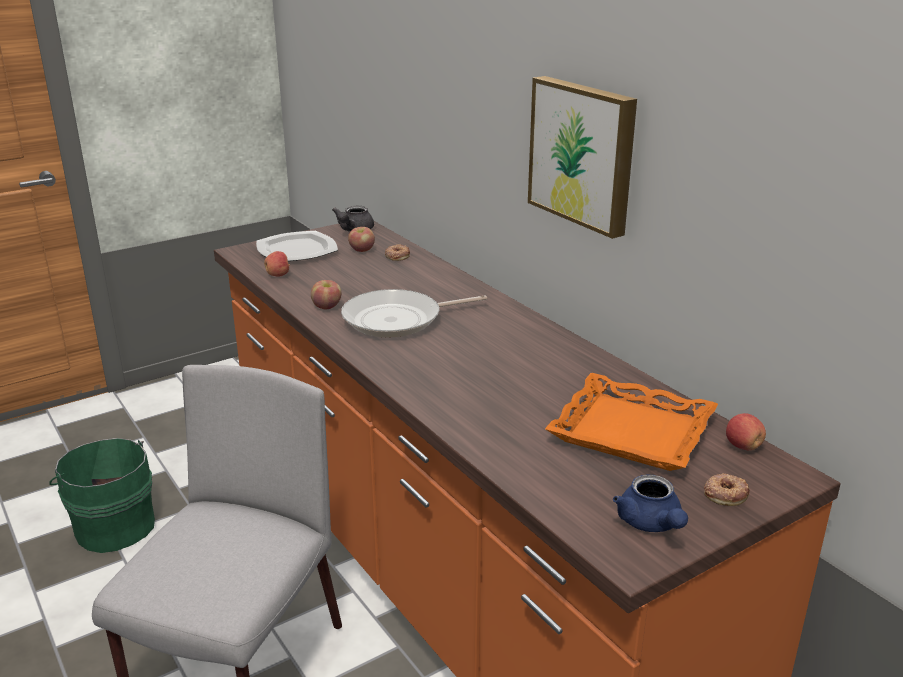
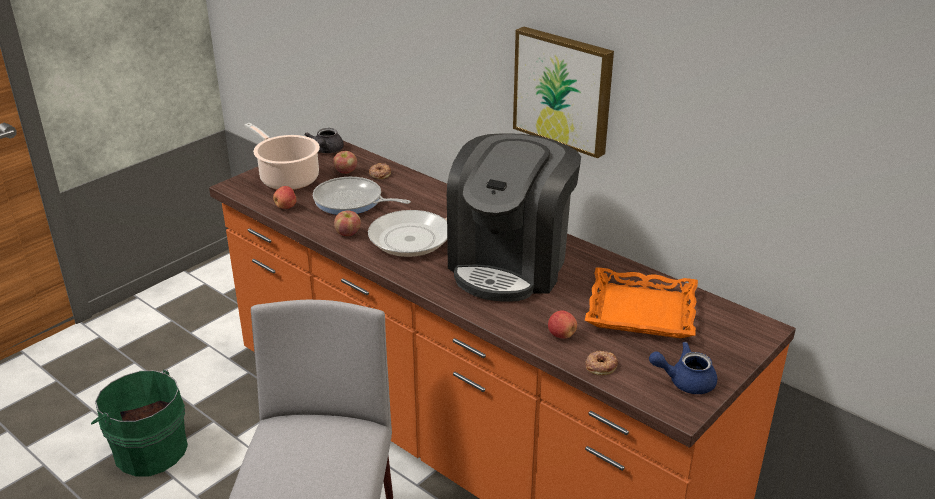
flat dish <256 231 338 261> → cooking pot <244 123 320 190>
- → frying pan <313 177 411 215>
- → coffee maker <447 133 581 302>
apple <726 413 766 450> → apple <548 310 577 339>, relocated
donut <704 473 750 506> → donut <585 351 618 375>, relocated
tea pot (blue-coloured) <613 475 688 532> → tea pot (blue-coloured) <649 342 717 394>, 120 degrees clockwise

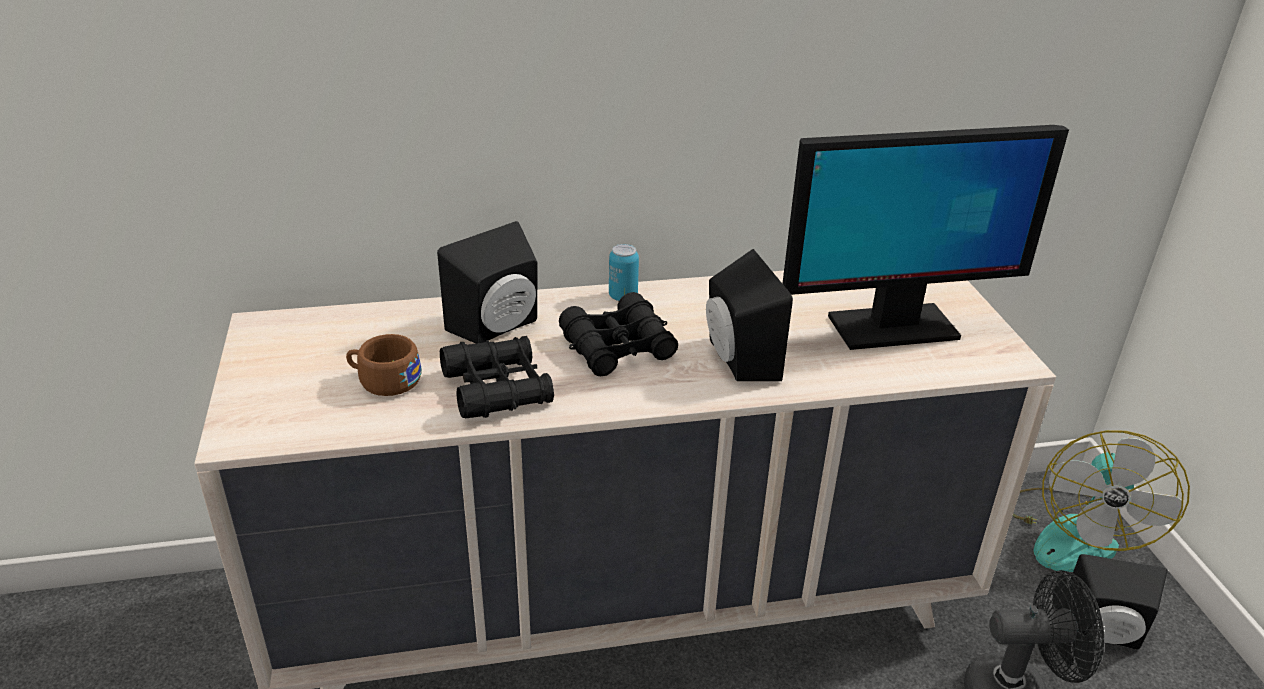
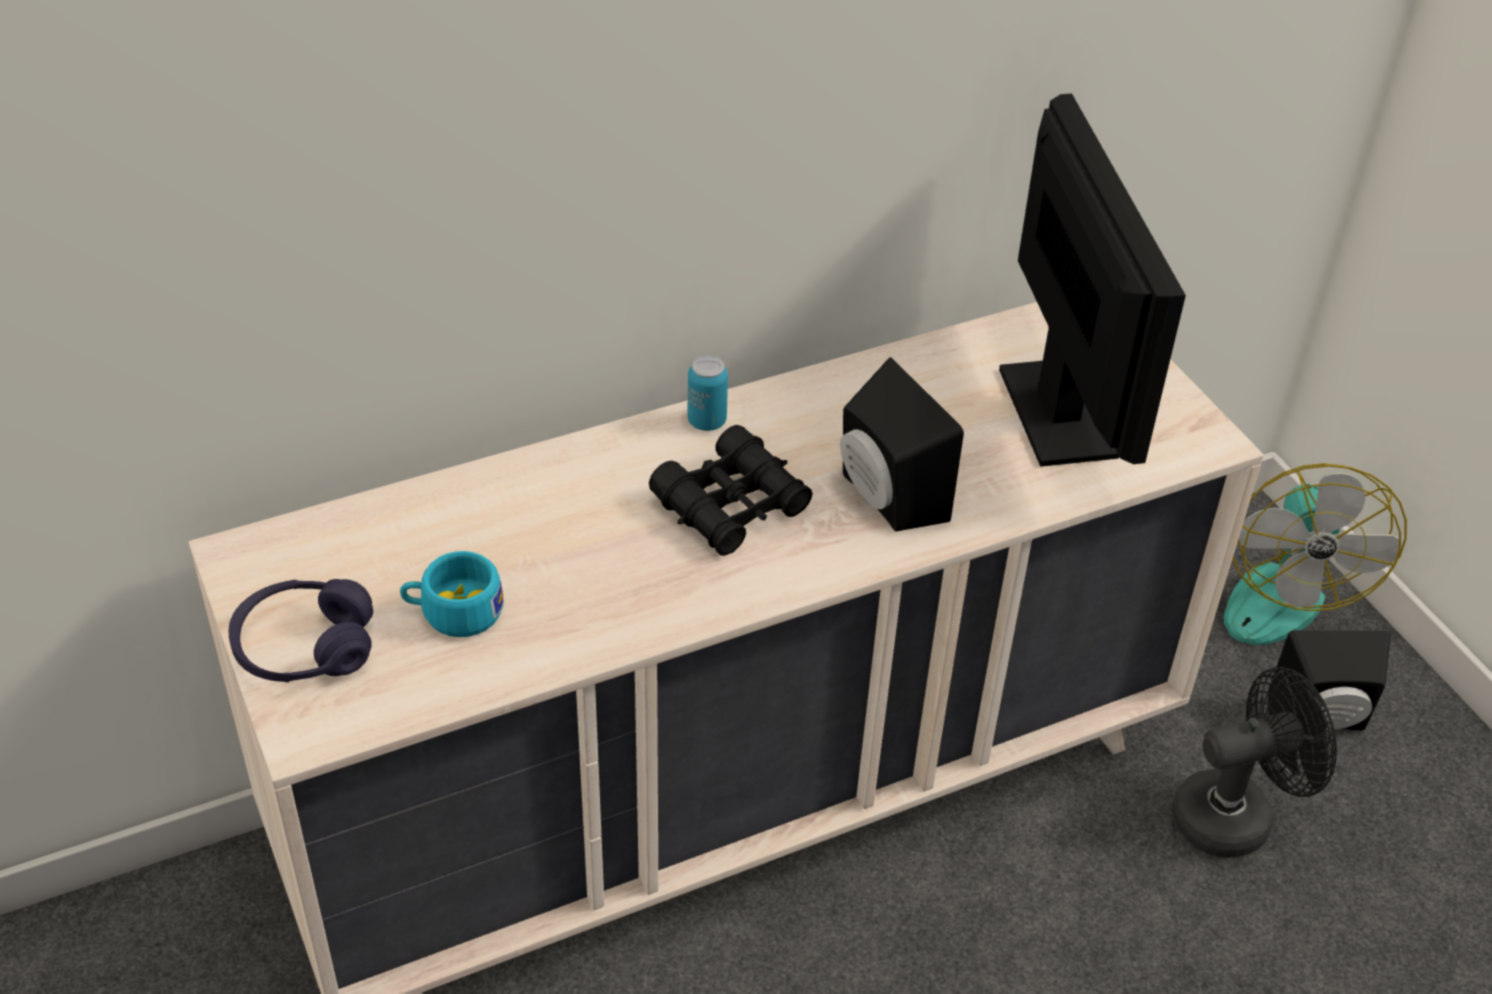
- → headphones (purple-coloured) <228 579 373 682>
cup (brown-coloured) <346 334 421 396> → cup (blue-green) <400 551 504 637>
monitor <782 125 1069 350> → monitor <999 94 1186 467>, 75 degrees counterclockwise
audio speaker (black) <437 221 537 343> → -
binoculars (black) <440 336 554 418> → -

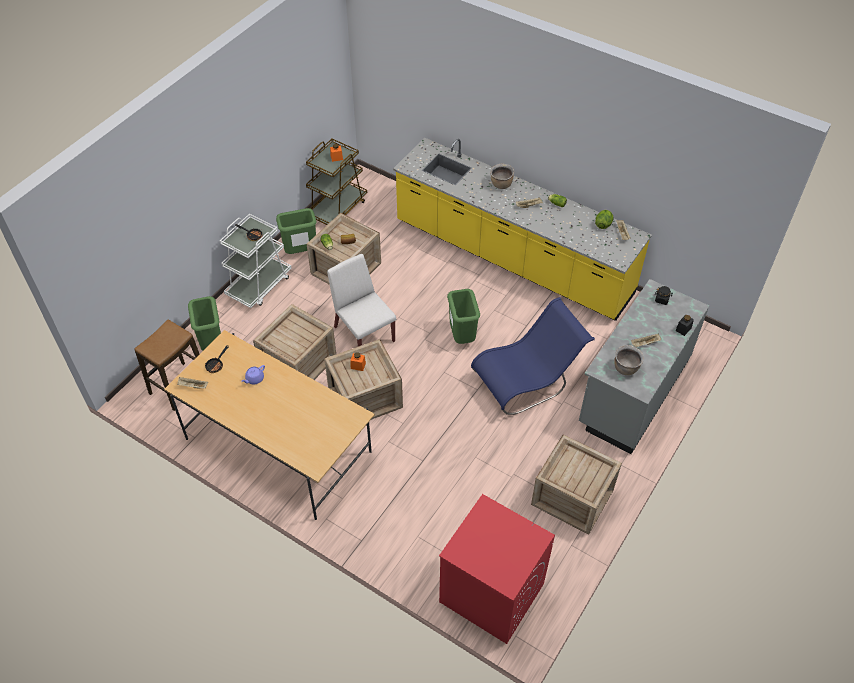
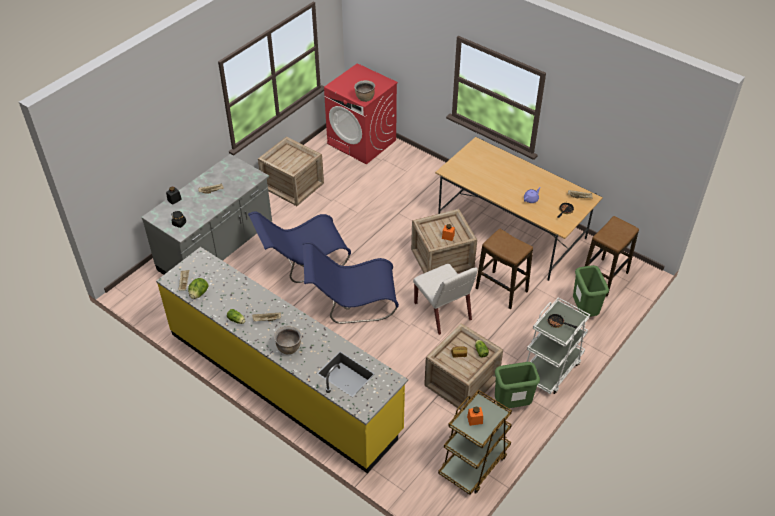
waste bin (greenish) <447 289 480 344> → plain chair (blue-coloured) <302 242 399 324>
cooking pot (brown-coloured) <614 345 644 375> → cooking pot (brown-coloured) <354 80 375 102>, relocated
crate <253 304 336 380> → stool seat <476 229 533 309>

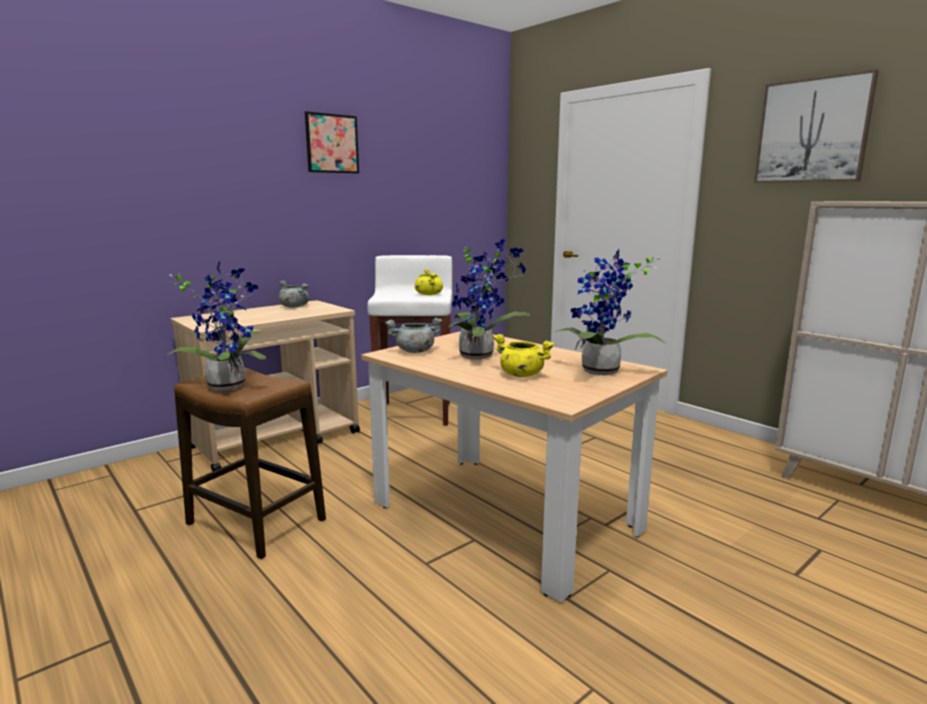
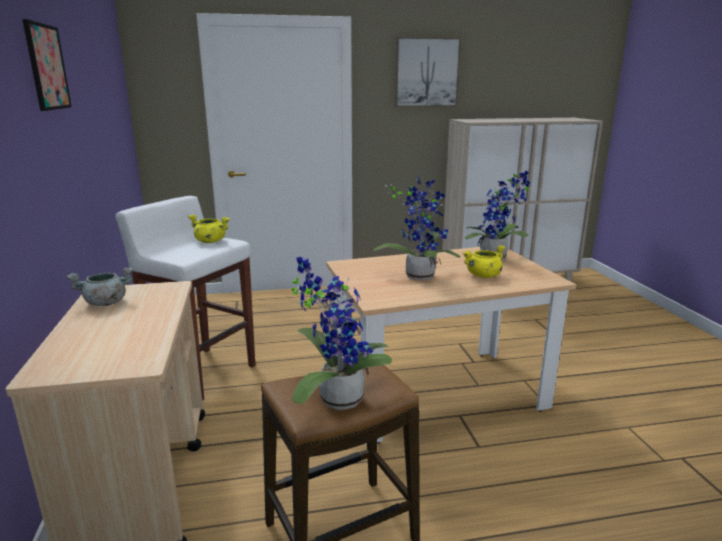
cooking pot (gray) <385 318 442 353> → -

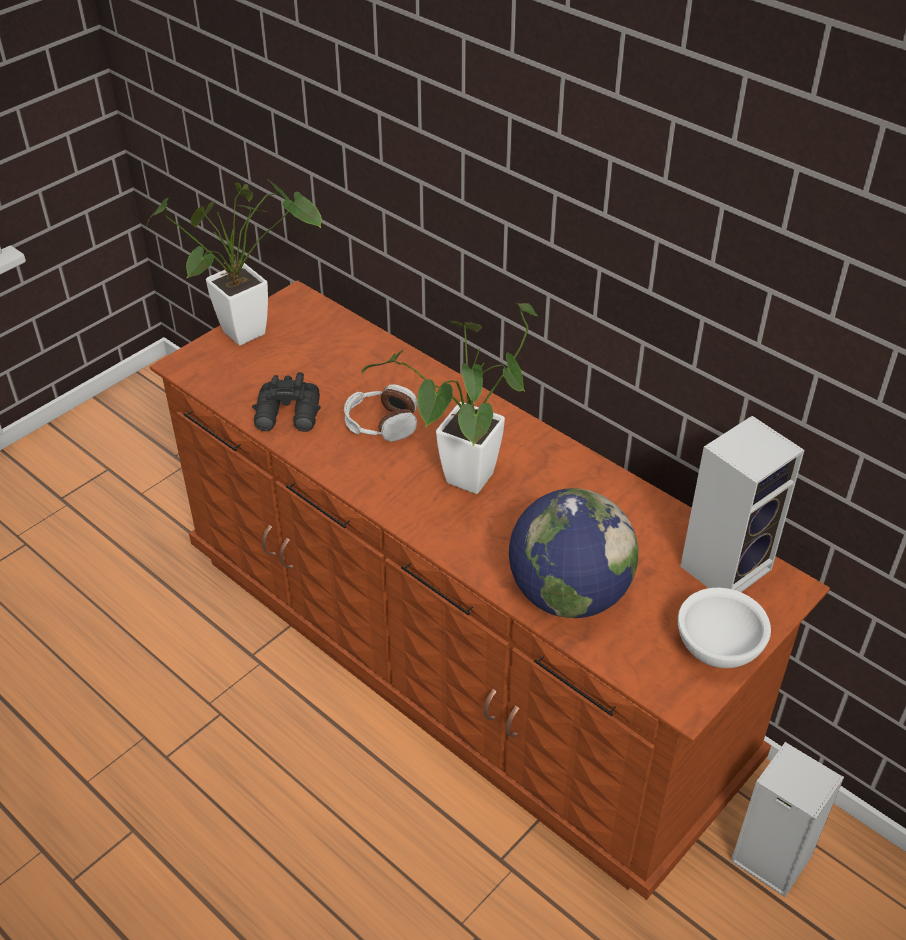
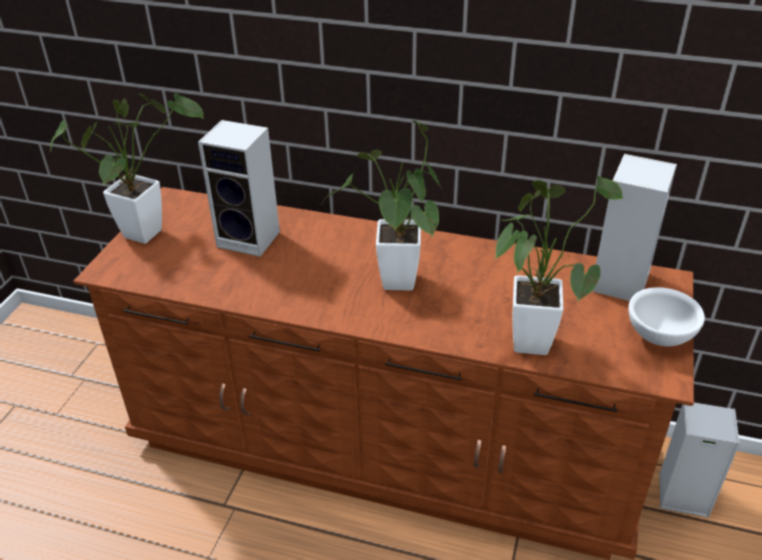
- → audio speaker <198 120 280 257>
world globe <509 488 639 618> → houseplant <494 174 623 355>
binoculars (black) <252 372 321 432> → -
headphones <344 384 418 442> → -

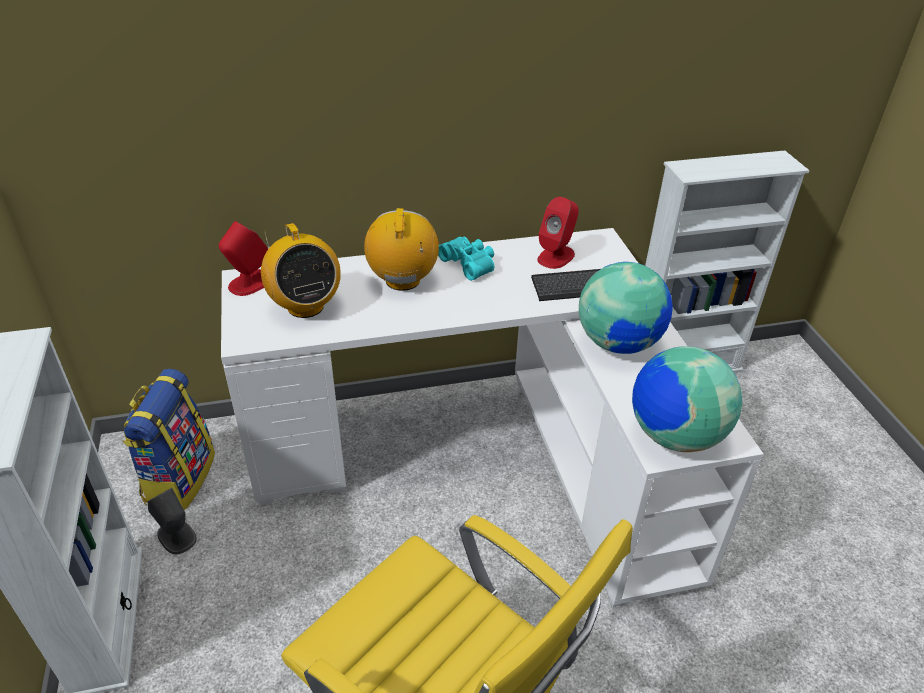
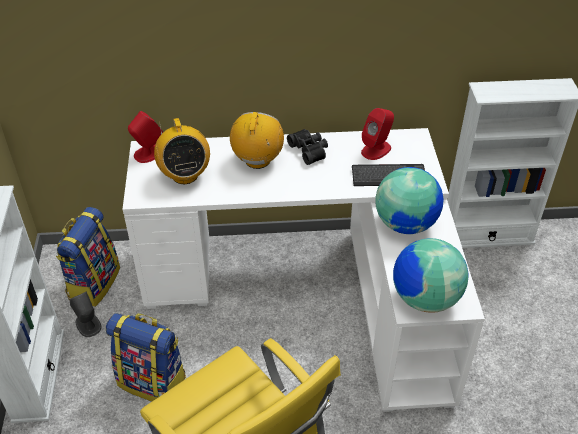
- → knapsack <106 313 186 402>
binoculars (blue-green) <438 237 494 281> → binoculars (black) <287 129 328 165>

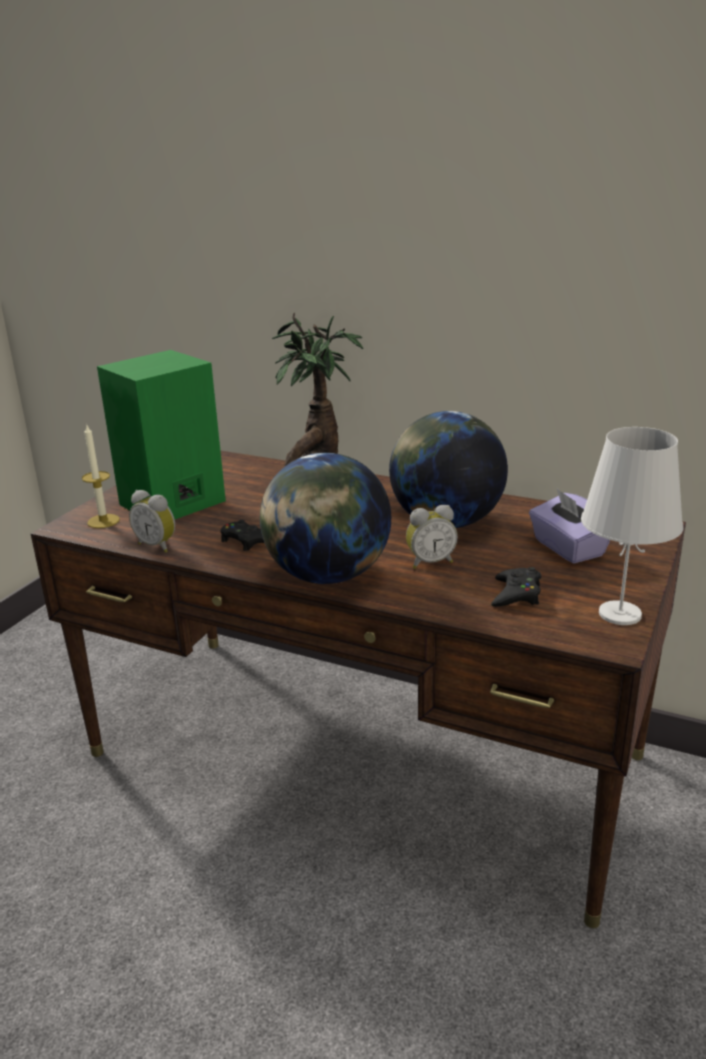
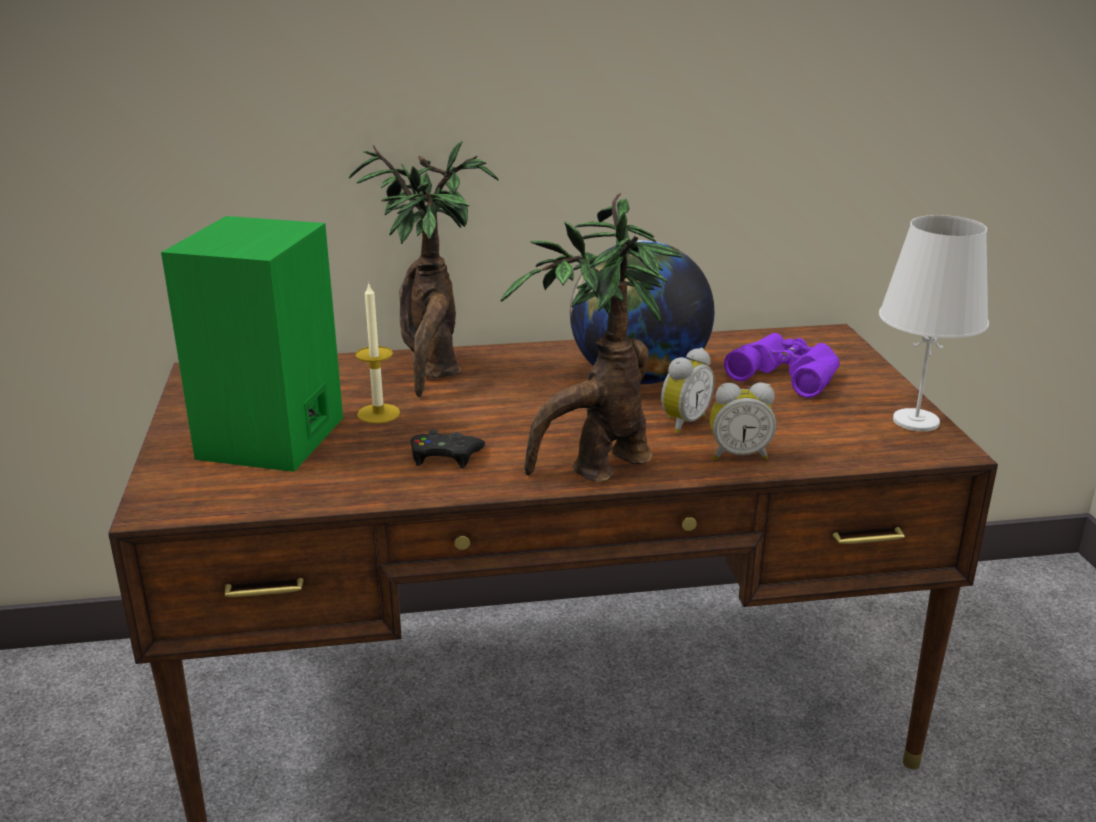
wax candle <82 425 120 528> → wax candle <355 284 400 424>, relocated
world globe <260 453 391 584> → houseplant <501 193 682 481>
bedside clock <129 490 175 553> → bedside clock <710 383 776 460>, relocated
box of tissues (purple-coloured) <529 489 610 563> → binoculars (purple-coloured) <724 333 840 398>
gamepad (black) <491 567 541 607> → -

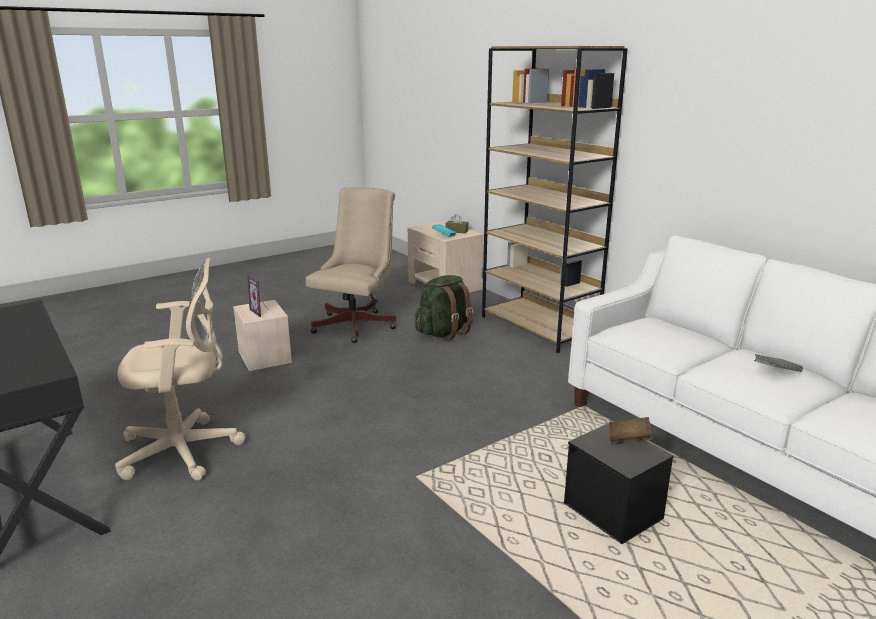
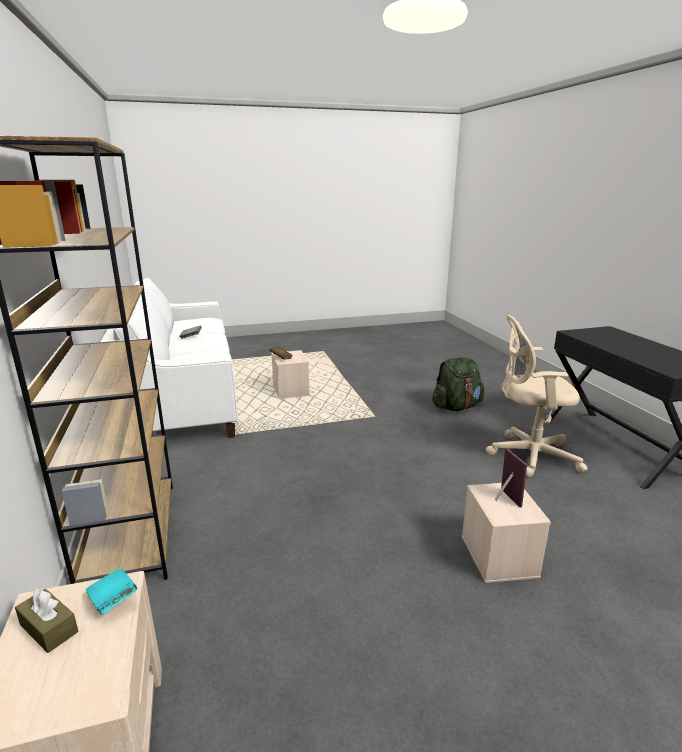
storage container (black) <563 423 674 544> → storage container (beige) <271 350 310 399>
knapsack (greenish) <415 275 473 341> → knapsack (greenish) <432 357 484 411>, relocated
computer chair (beige) <306 187 396 343> → -

